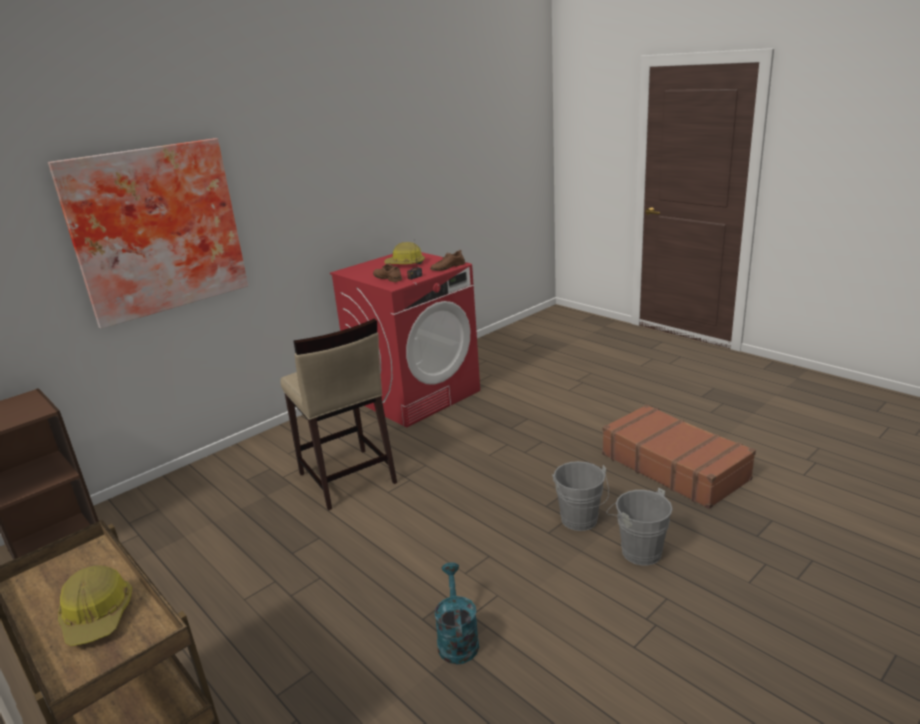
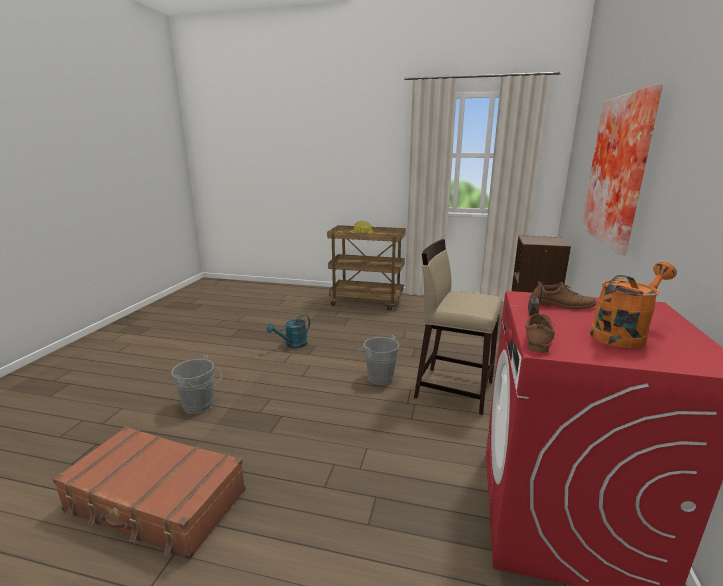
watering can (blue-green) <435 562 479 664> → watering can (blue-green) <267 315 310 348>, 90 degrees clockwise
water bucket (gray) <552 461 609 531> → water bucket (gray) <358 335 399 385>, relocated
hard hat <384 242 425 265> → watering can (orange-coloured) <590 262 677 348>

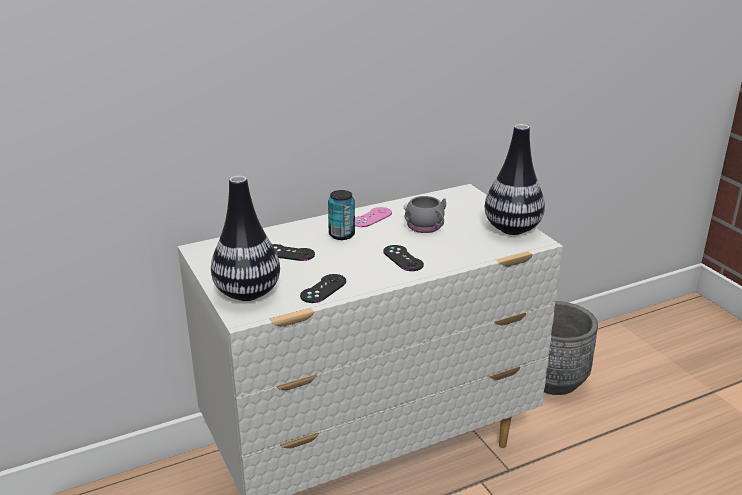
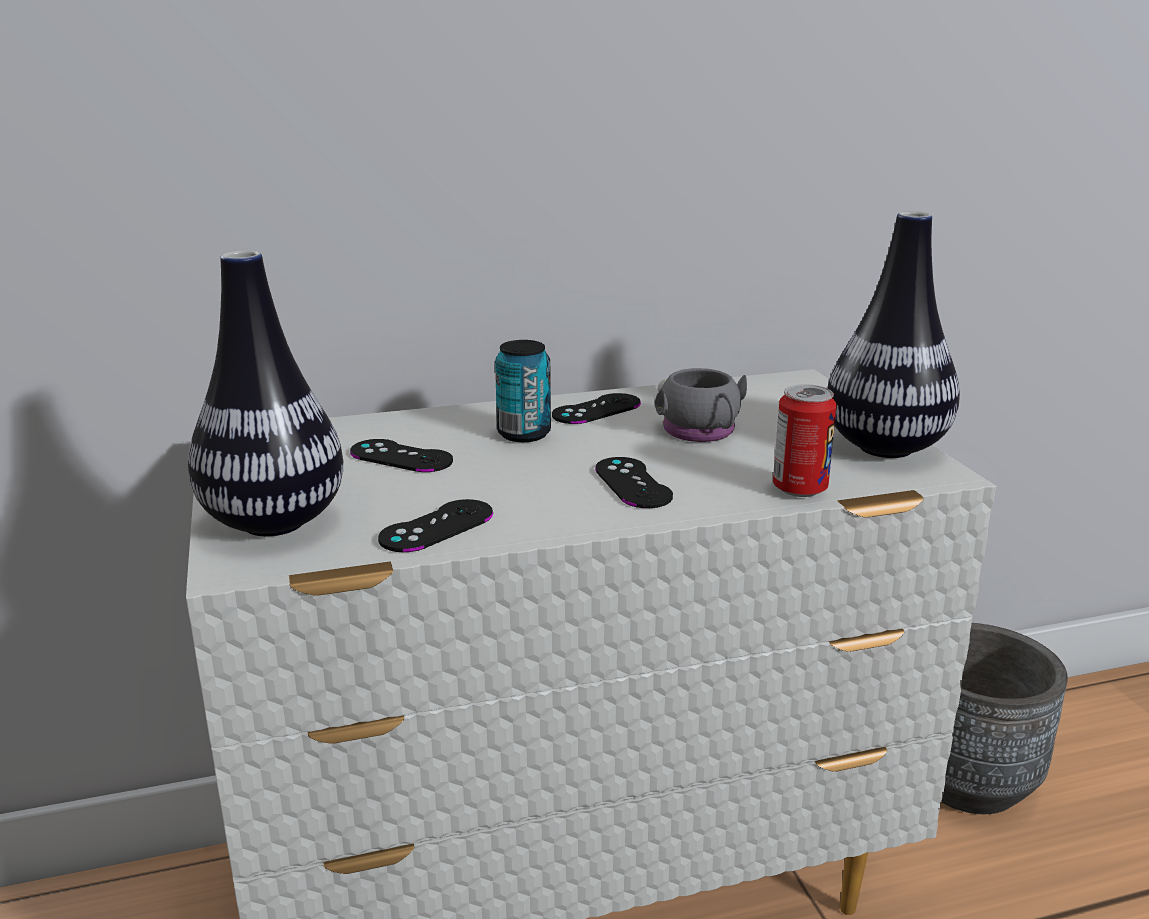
gamepad (pink-coloured) <355 207 392 227> → gamepad (black) <552 393 641 424>
- → sealed can <773 384 837 497>

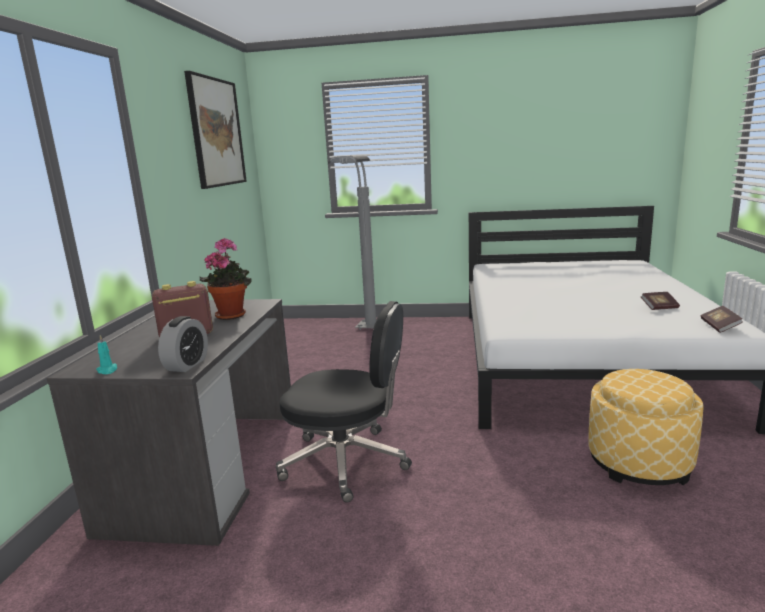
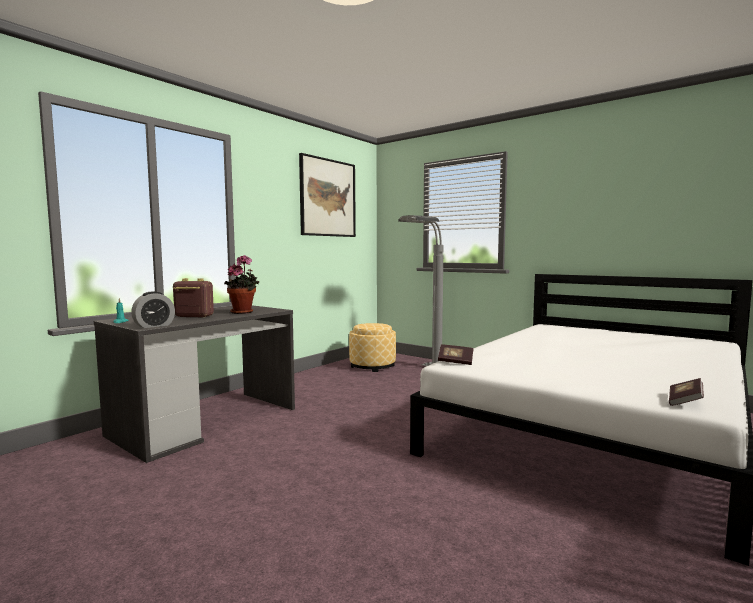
pouffe <588 369 703 485> → pouffe <349 323 396 372>, relocated
volume <641 292 680 310> → volume <438 344 474 365>, relocated
computer chair (black) <276 301 412 503> → -

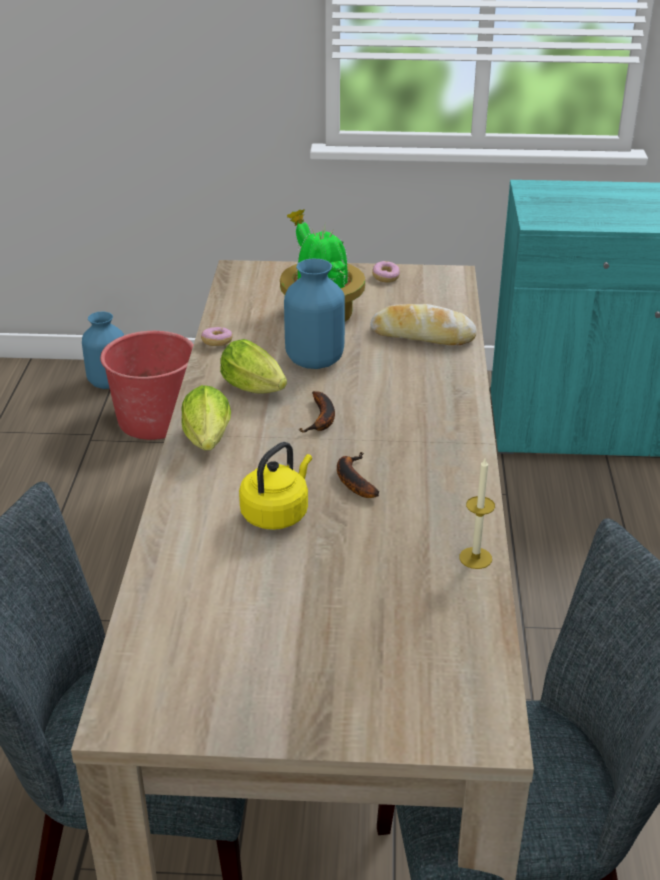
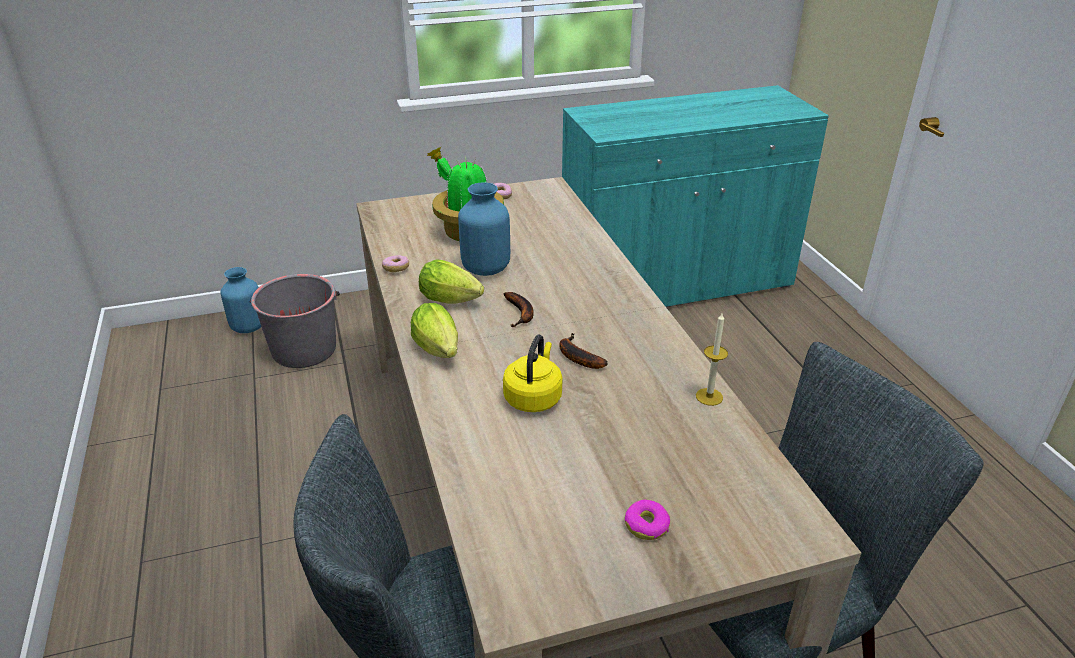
water bucket (reddish) <100 331 194 440> → water bucket (gray) <250 274 340 368>
- → donut <625 500 670 540>
baked bread <370 304 477 345> → -

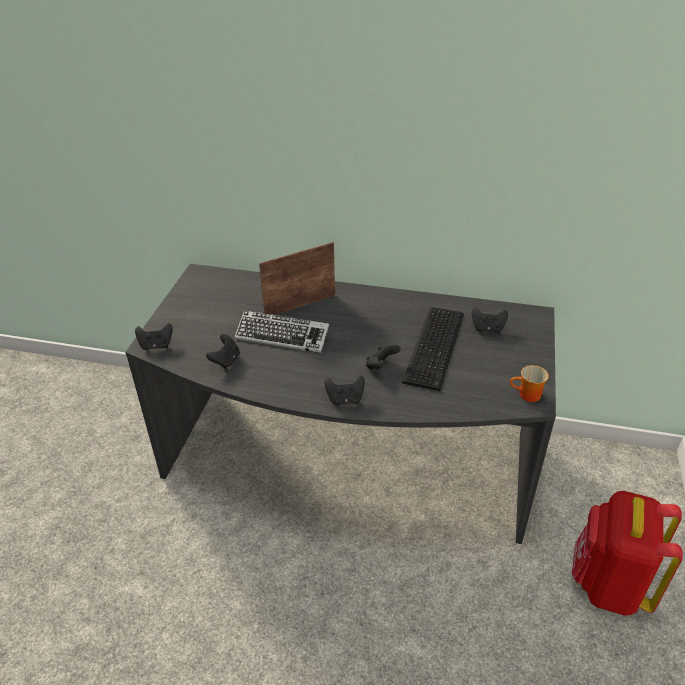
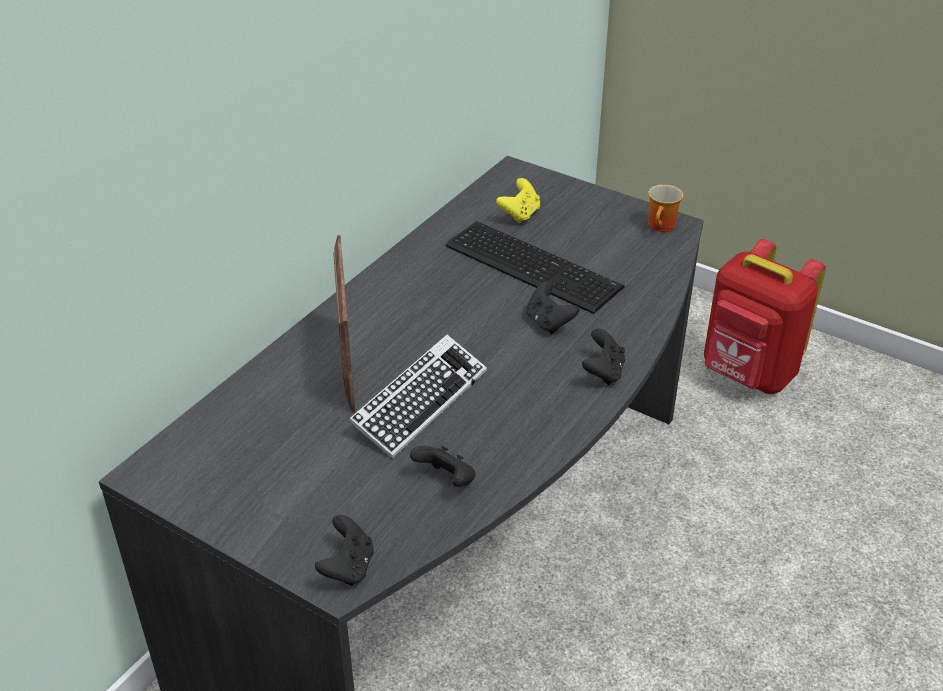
gamepad (black) <472 307 508 333> → gamepad (yellow) <496 178 540 223>

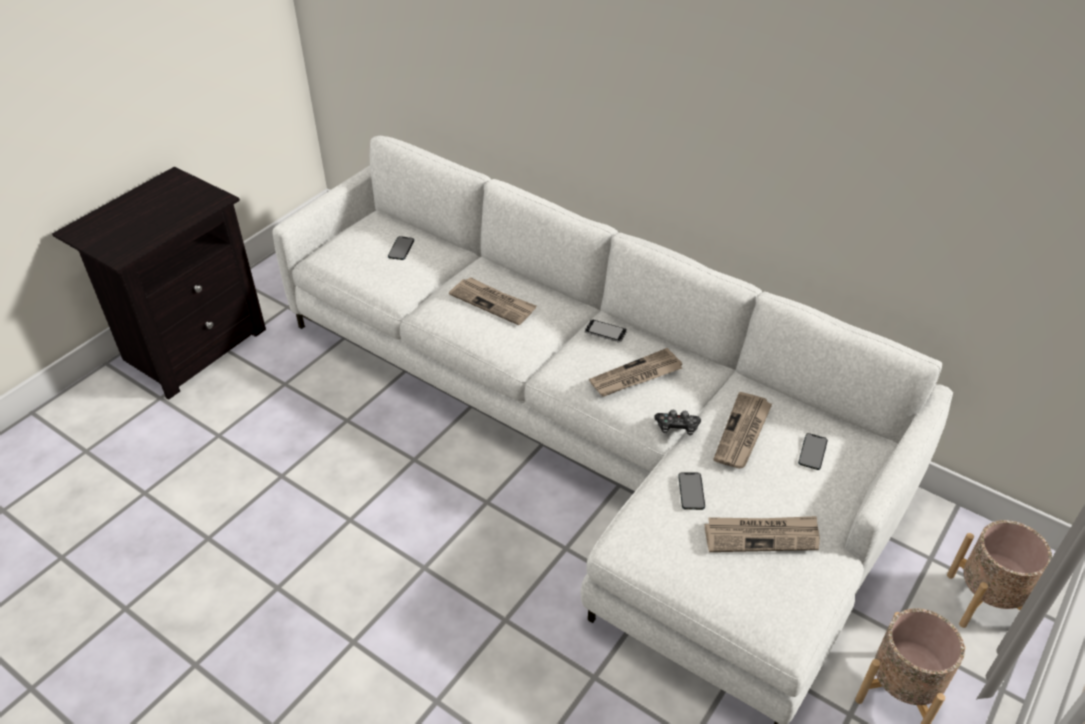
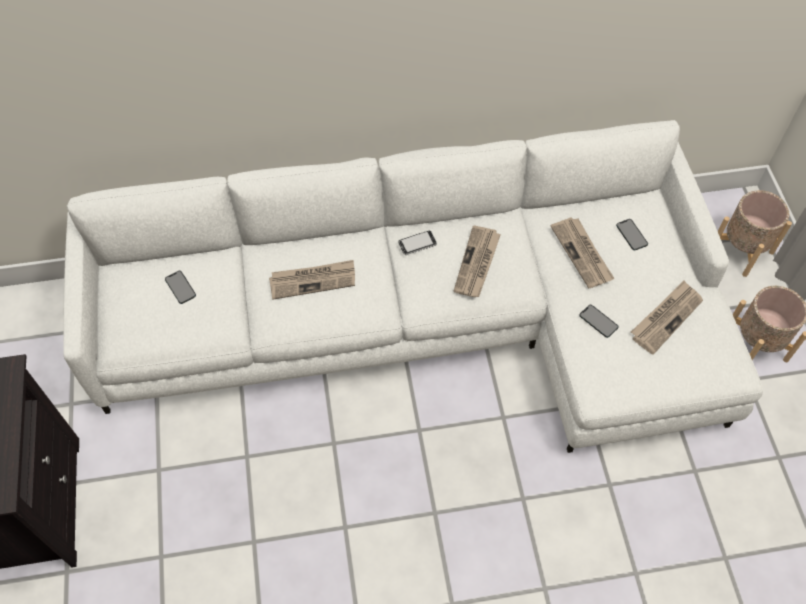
gamepad <654 410 701 436> → -

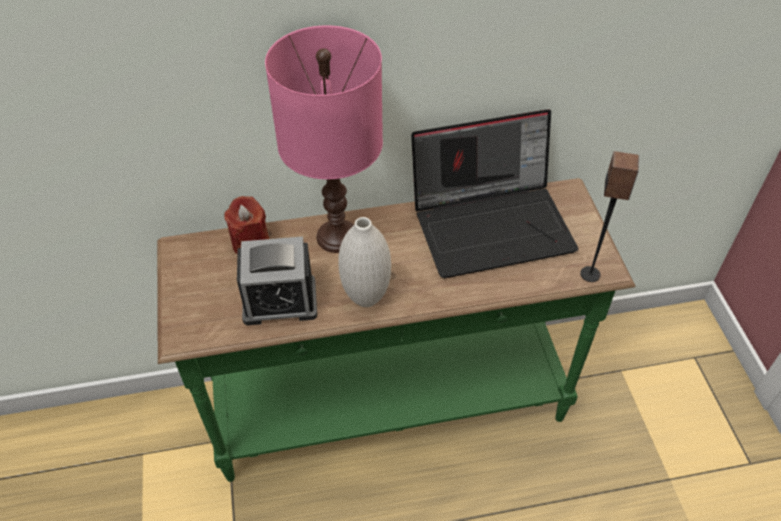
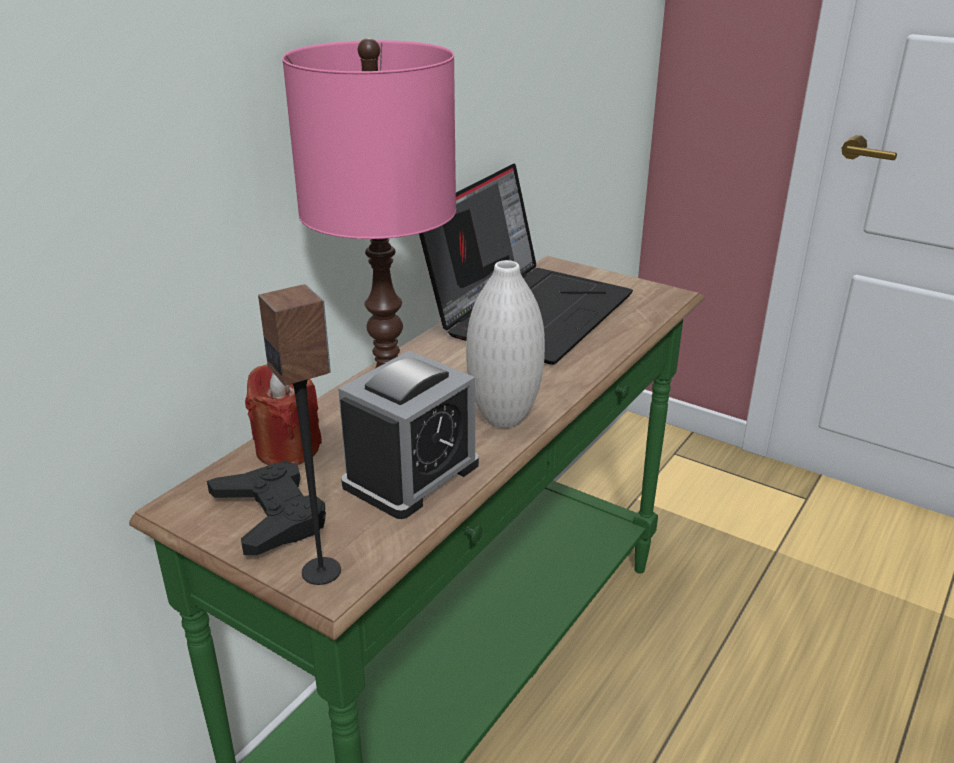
- → gamepad (black) <207 460 326 555>
audio speaker <580 151 639 282> → audio speaker <258 284 341 585>, relocated

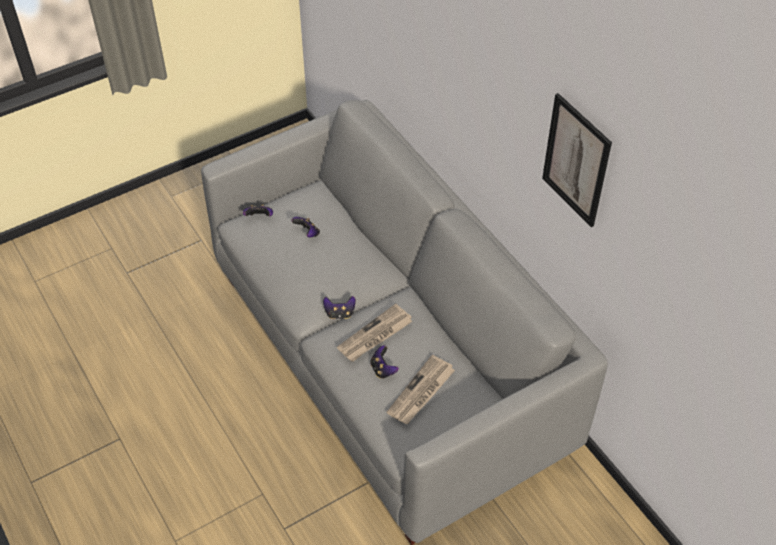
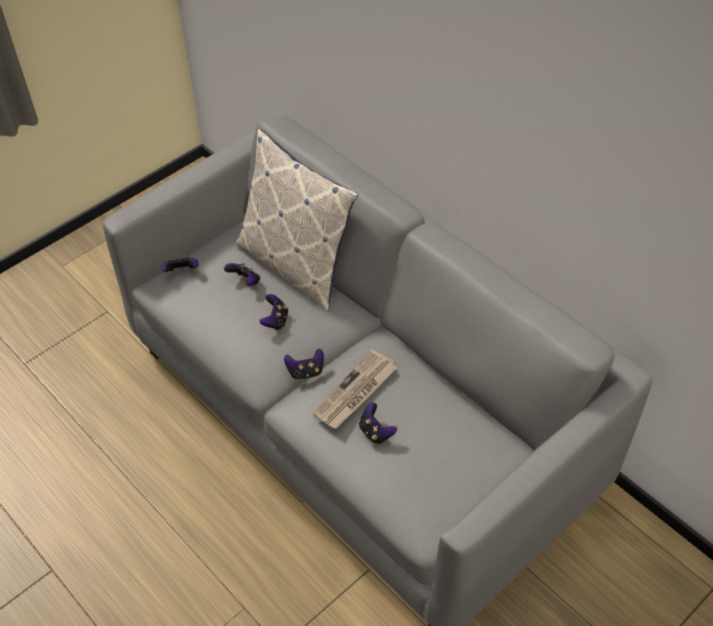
- → throw pillow <236 129 358 312>
- → gamepad <259 294 288 330>
printed paper <387 355 455 424> → -
wall art <542 93 612 227> → -

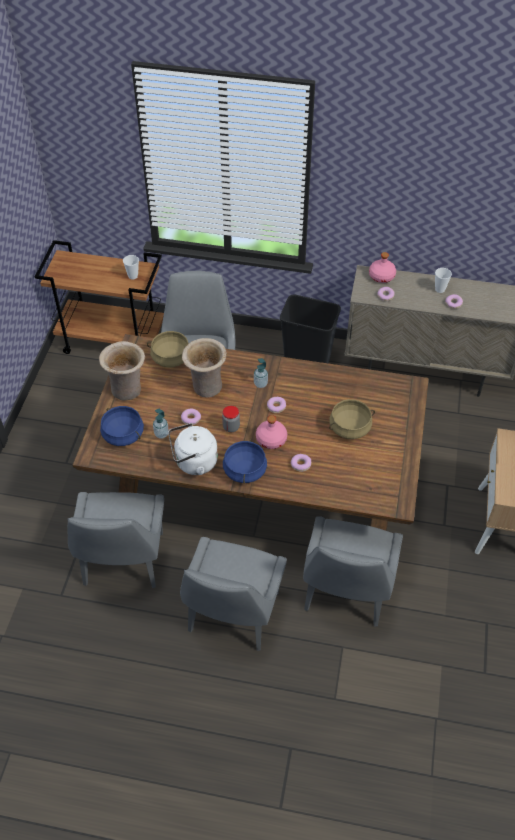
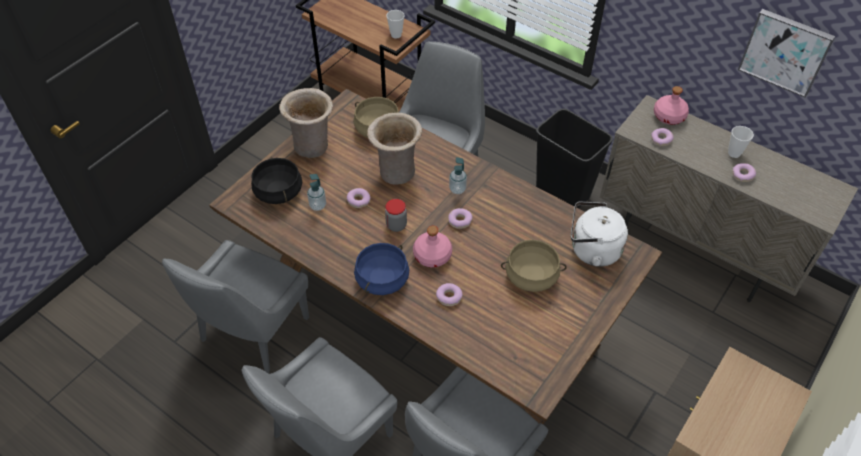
cooking pot (blue-coloured) <100 406 144 446> → cooking pot (black) <251 156 302 204>
tea kettle (white) <168 423 218 475> → tea kettle (white) <571 202 628 267>, relocated
- → wall art <738 9 835 97>

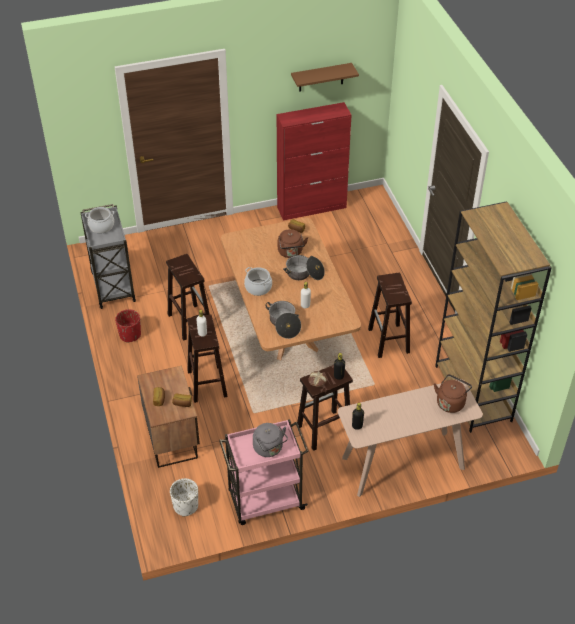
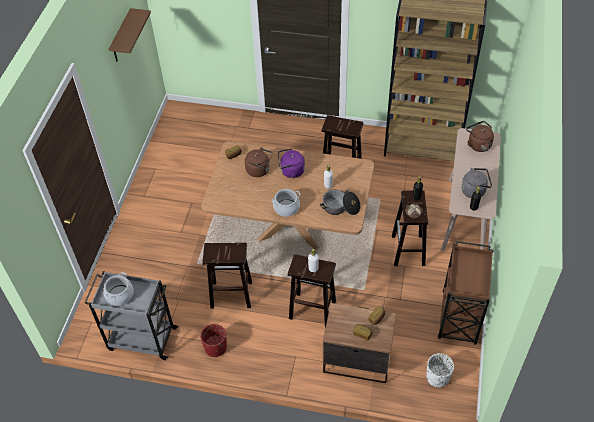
cooking pot <283 255 325 280> → tea kettle (purple-coloured) <278 148 305 178>
wheeled cart (pink-coloured) <219 419 309 525> → wheeled cart (brown-coloured) <438 241 493 345>
tea kettle (gray) <253 423 288 457> → tea kettle (gray) <461 168 492 198>, relocated
cupboard (reddish) <276 102 352 221> → -

